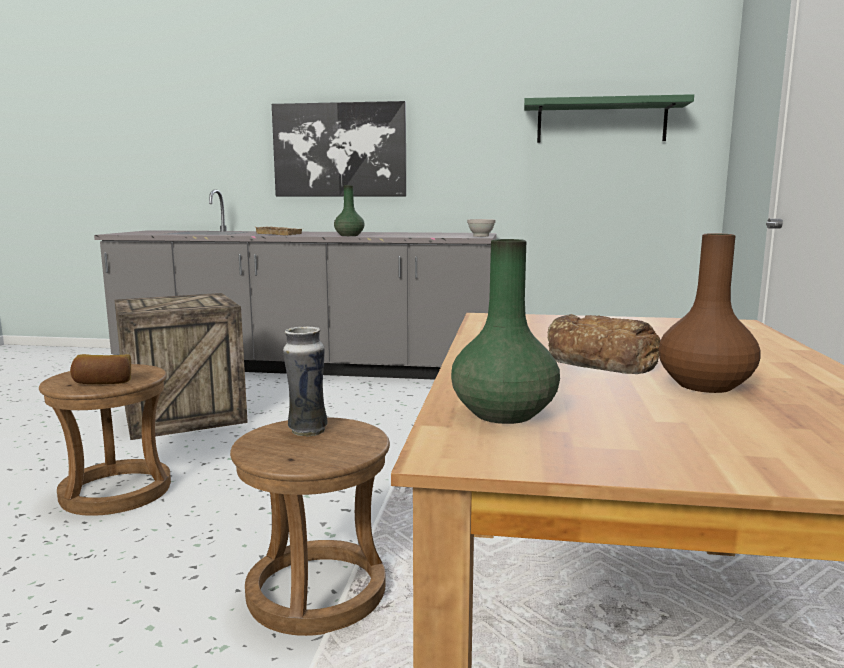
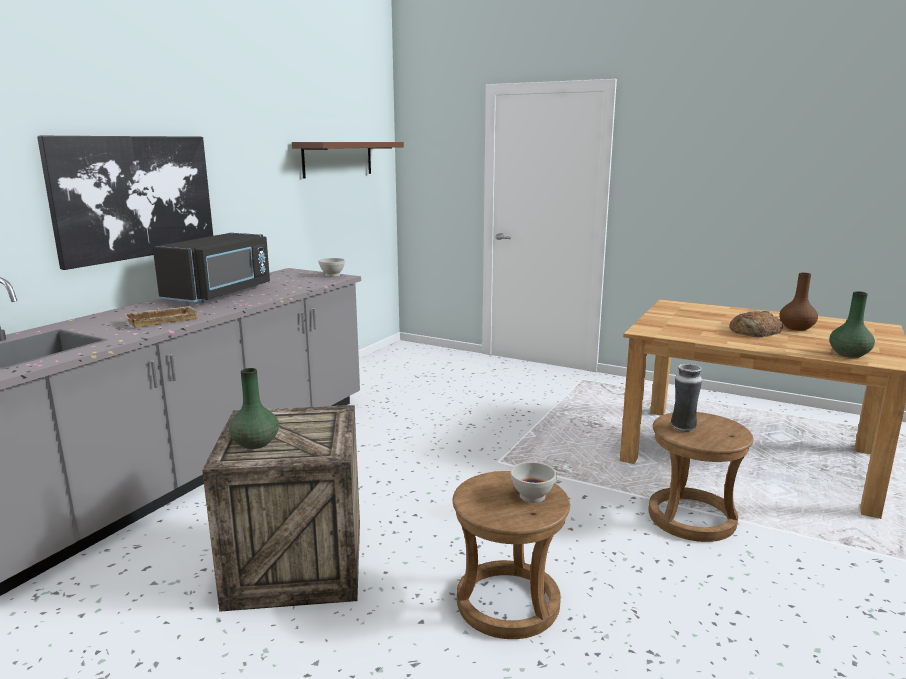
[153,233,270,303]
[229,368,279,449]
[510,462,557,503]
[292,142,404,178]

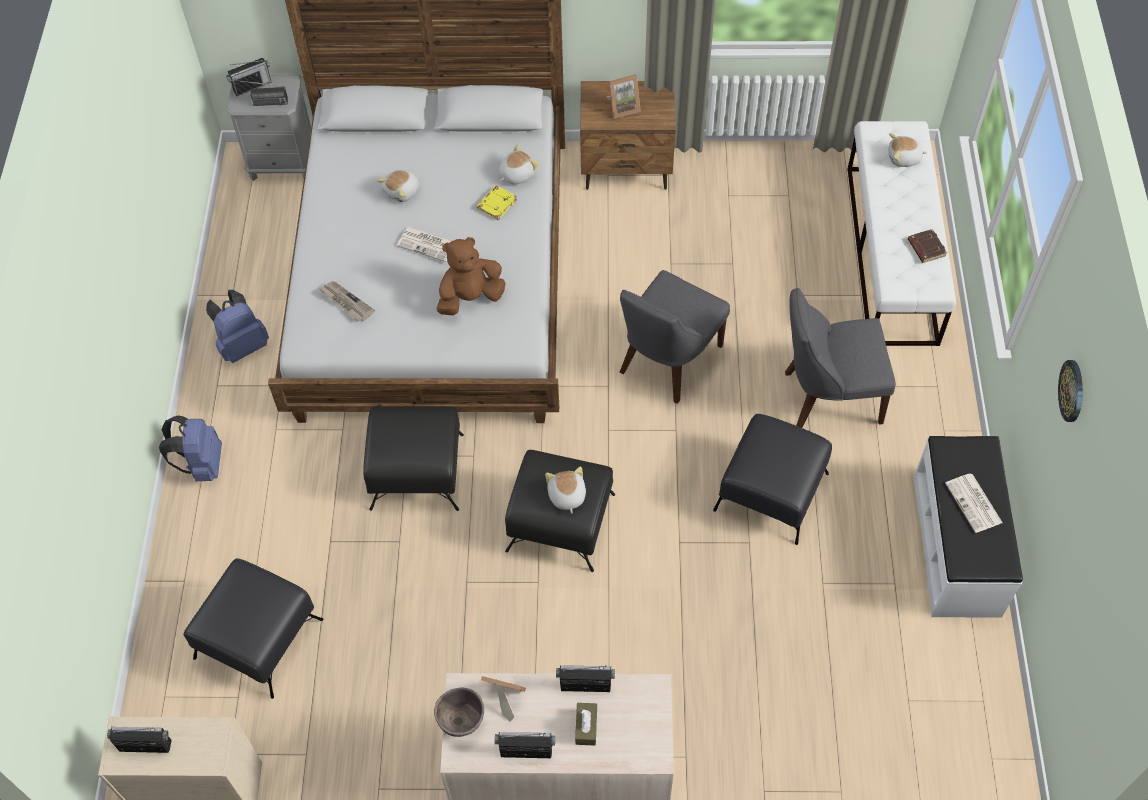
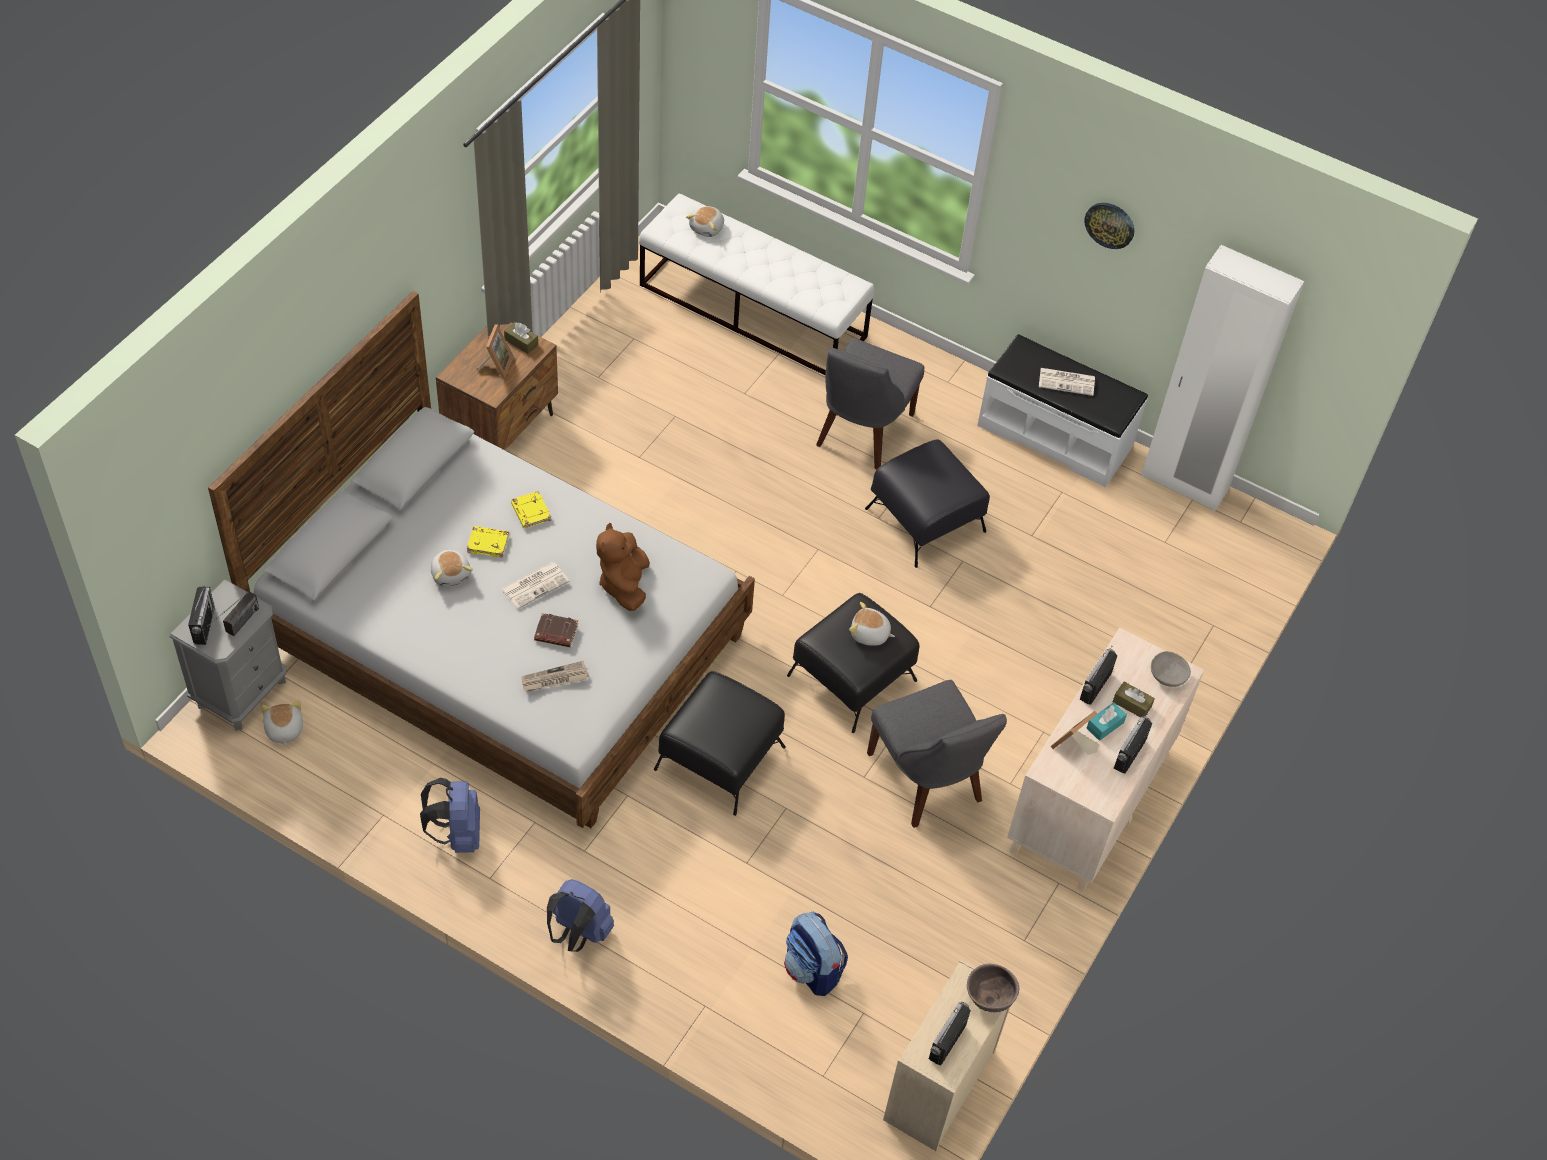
[467,526,509,558]
[504,322,538,354]
[1086,702,1127,741]
[1141,245,1304,511]
[1151,651,1191,687]
[967,964,1019,1013]
[261,700,303,747]
[867,680,1007,828]
[534,613,578,647]
[784,912,848,996]

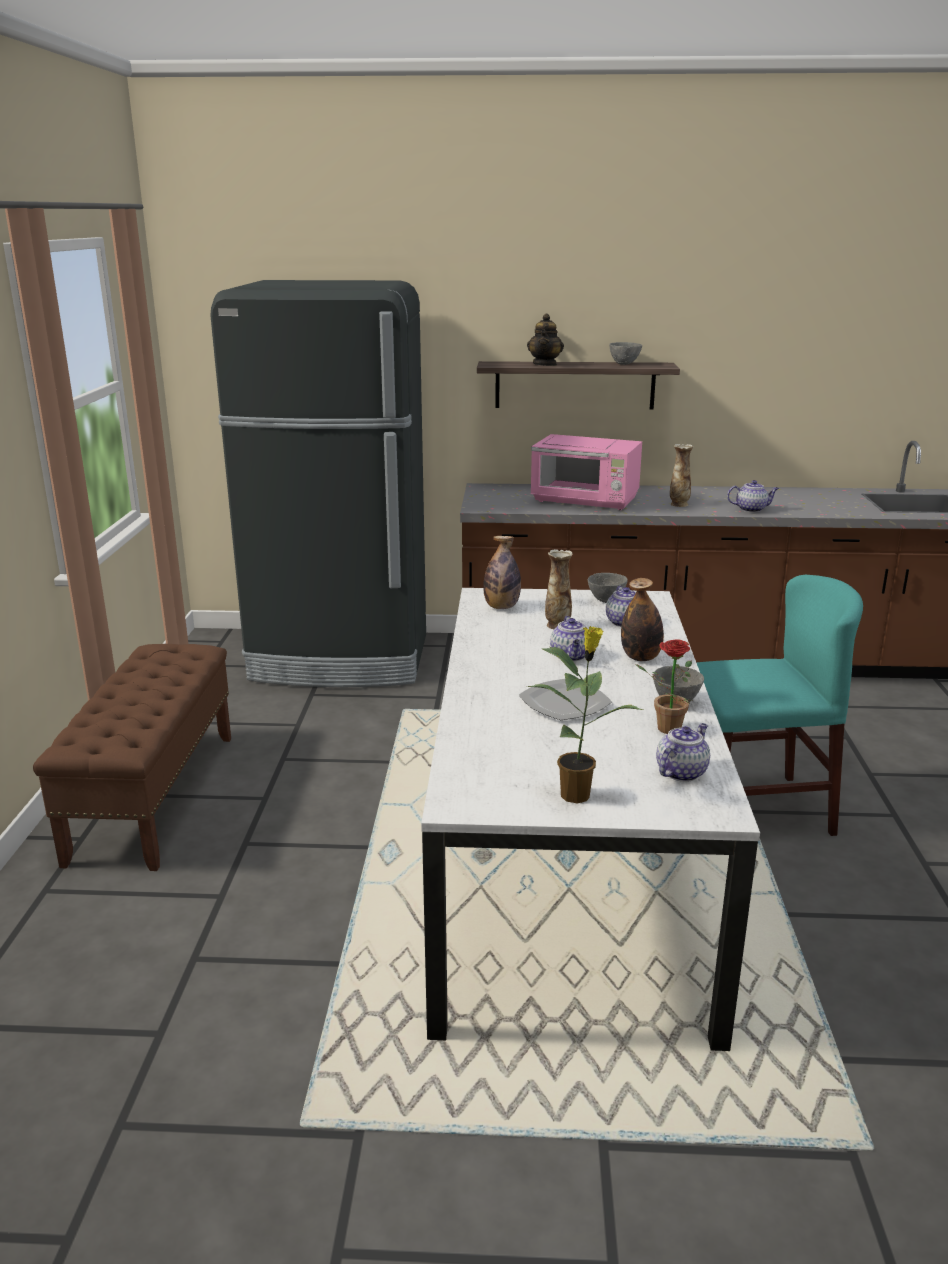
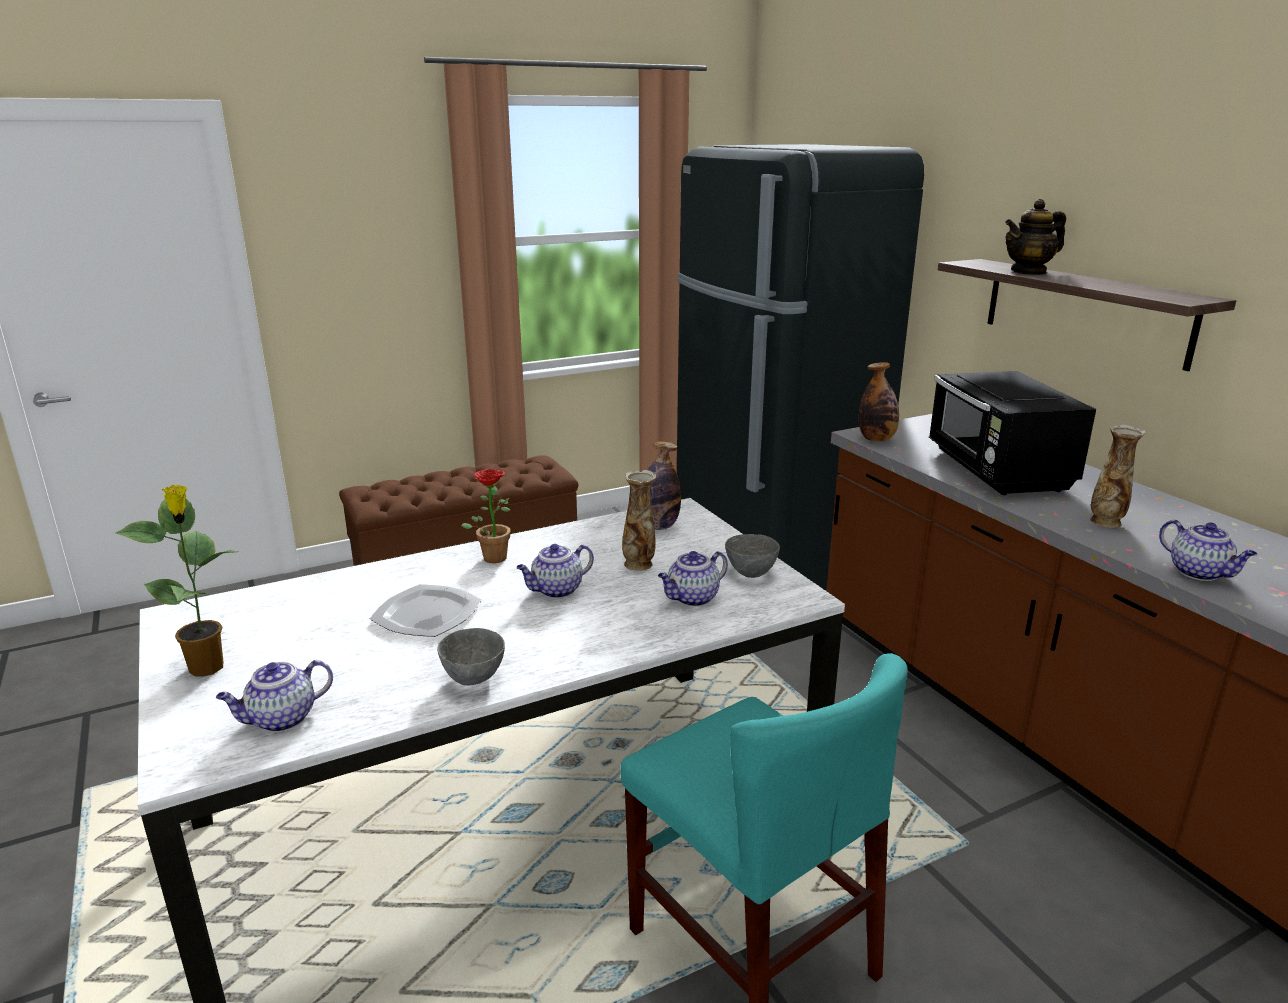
[609,342,642,365] (first image)
[859,362,899,442]
[461,469,511,563]
[929,371,1096,495]
[216,660,333,732]

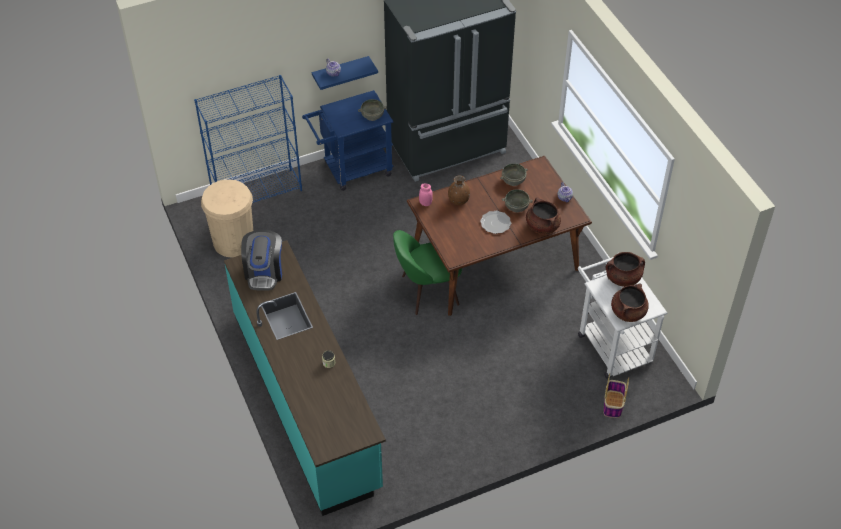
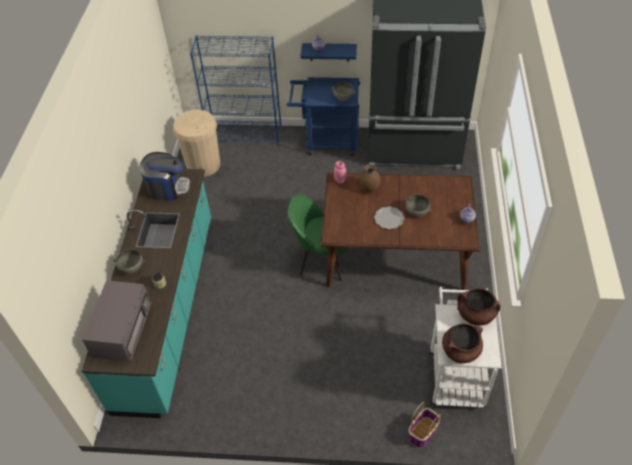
[526,198,561,234] (first image)
[82,280,151,362]
[113,249,145,274]
[139,152,191,201]

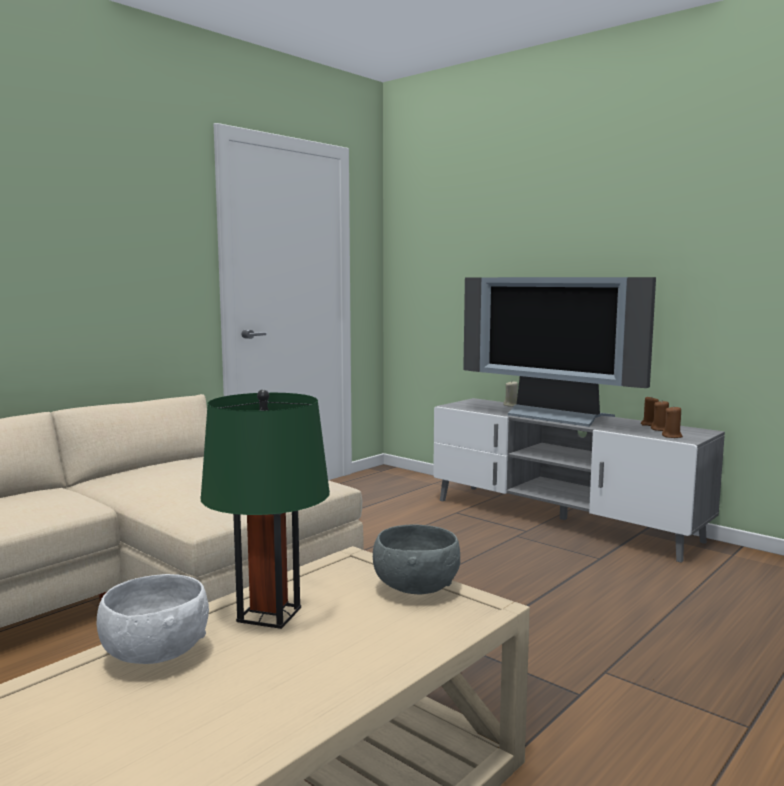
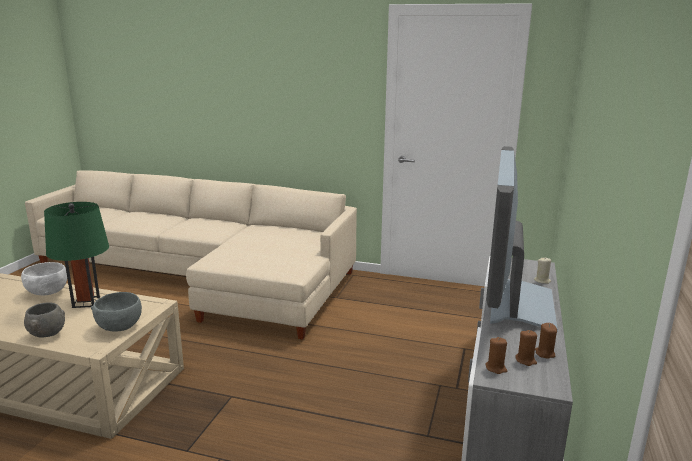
[24,302,65,338]

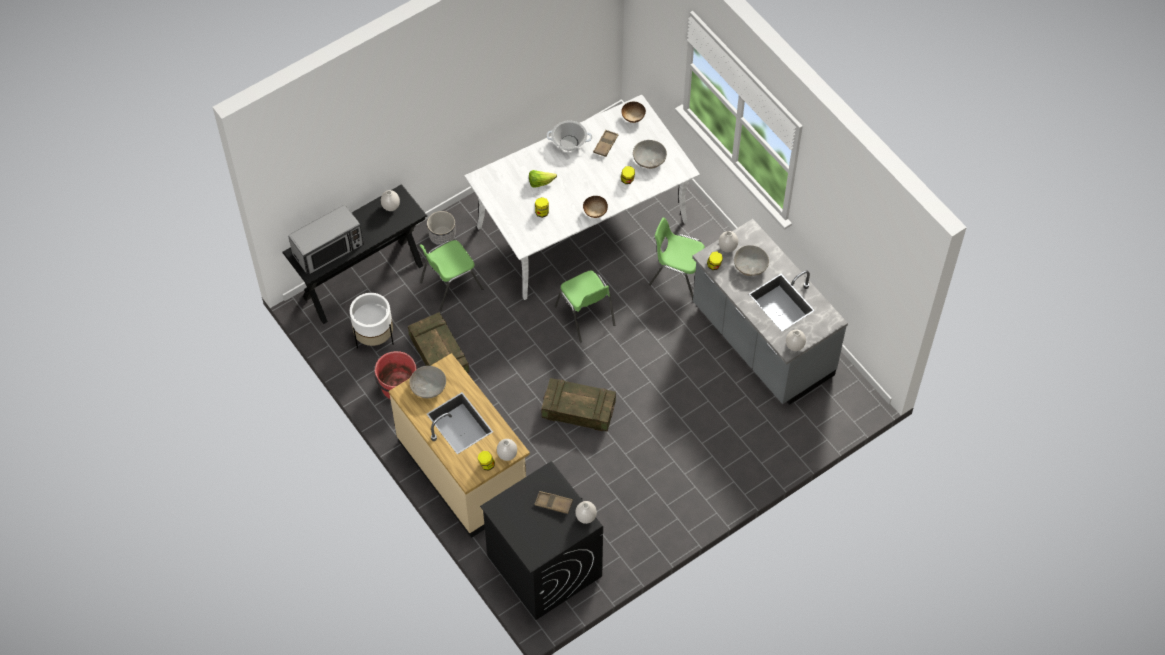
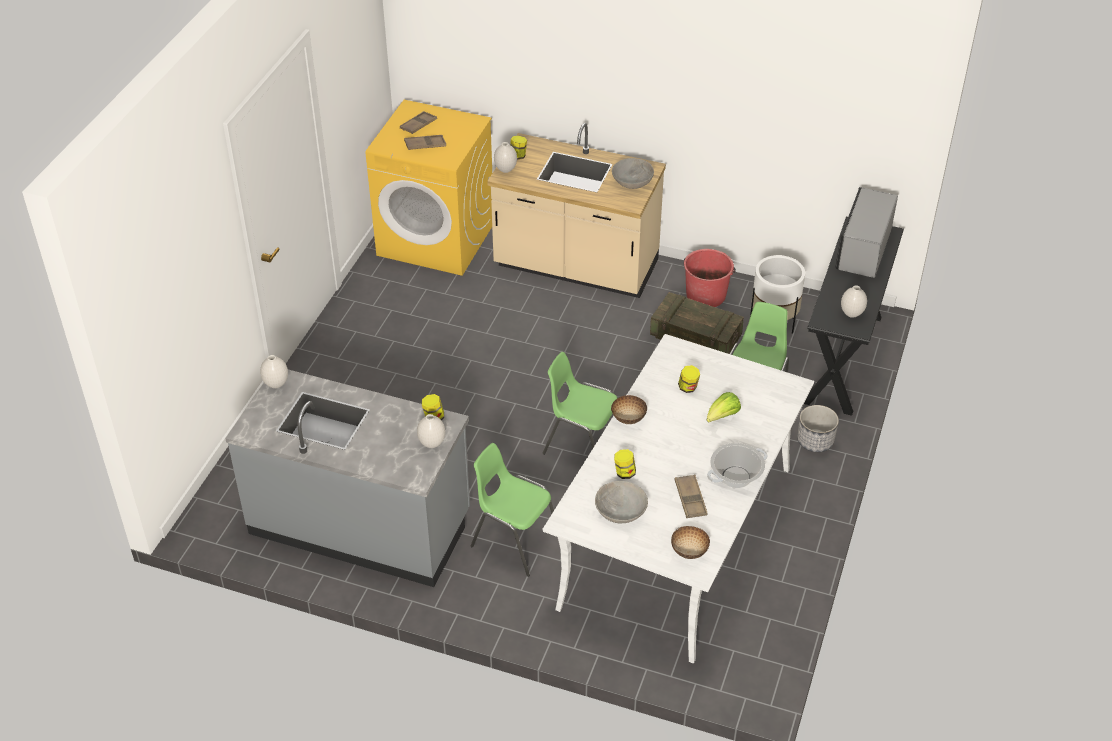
[541,378,616,432] (first image)
[575,501,597,524] (first image)
[734,245,769,276] (first image)
[400,111,437,134]
[365,100,492,276]
[471,443,554,577]

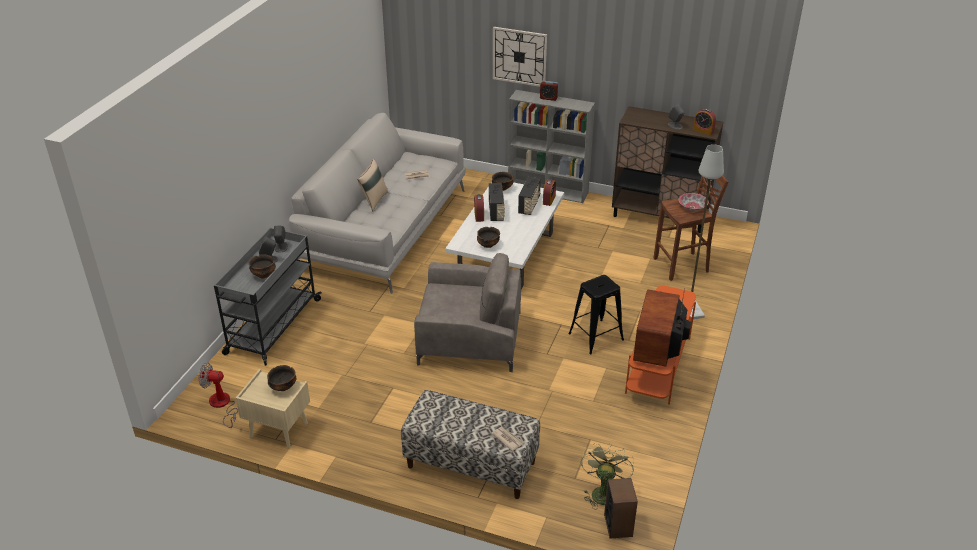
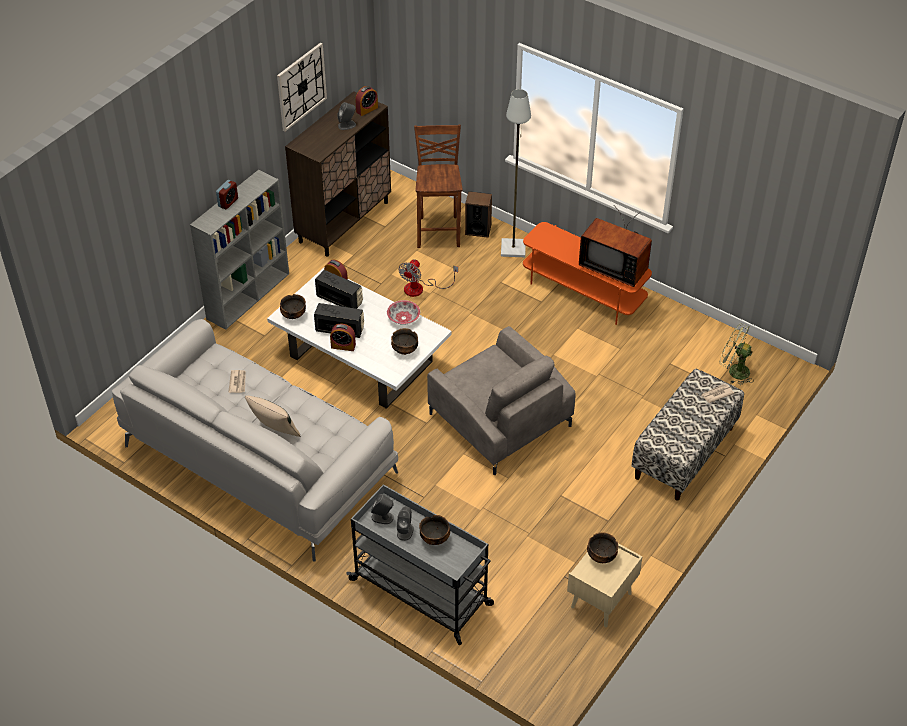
[568,275,624,354] (first image)
[398,259,458,297]
[277,42,327,132]
[465,191,492,238]
[387,300,420,325]
[427,326,576,475]

